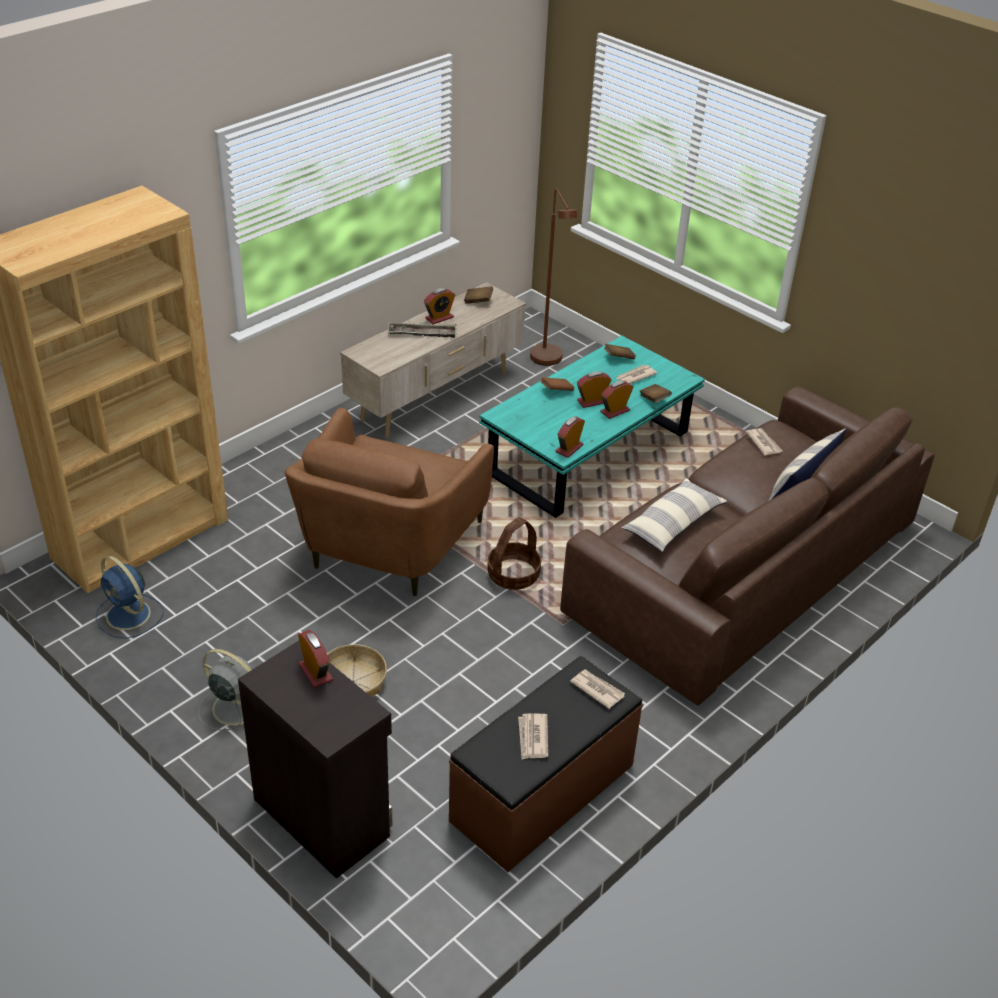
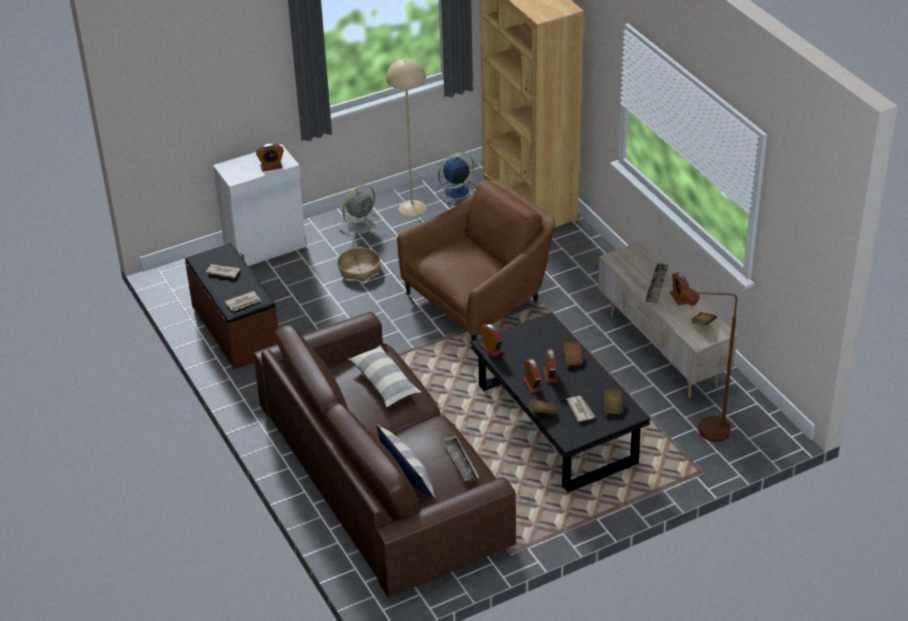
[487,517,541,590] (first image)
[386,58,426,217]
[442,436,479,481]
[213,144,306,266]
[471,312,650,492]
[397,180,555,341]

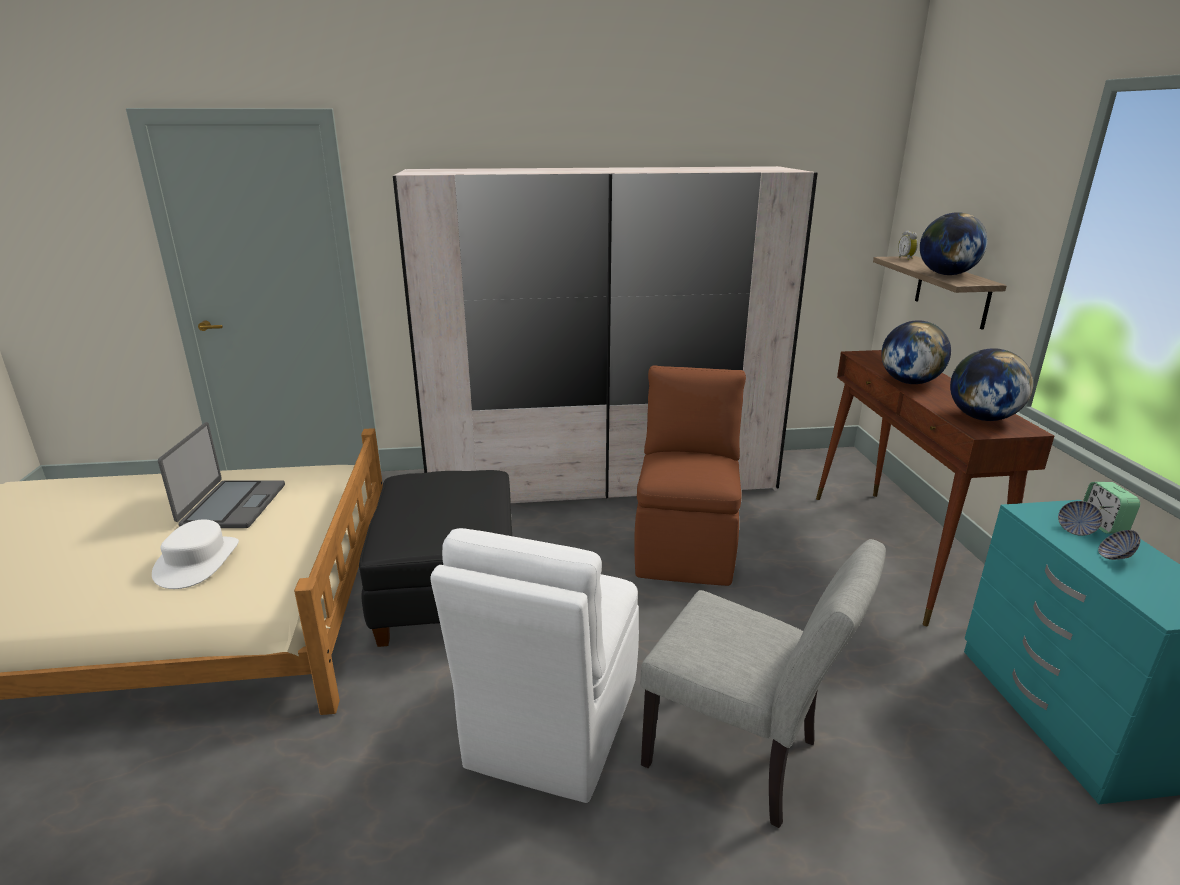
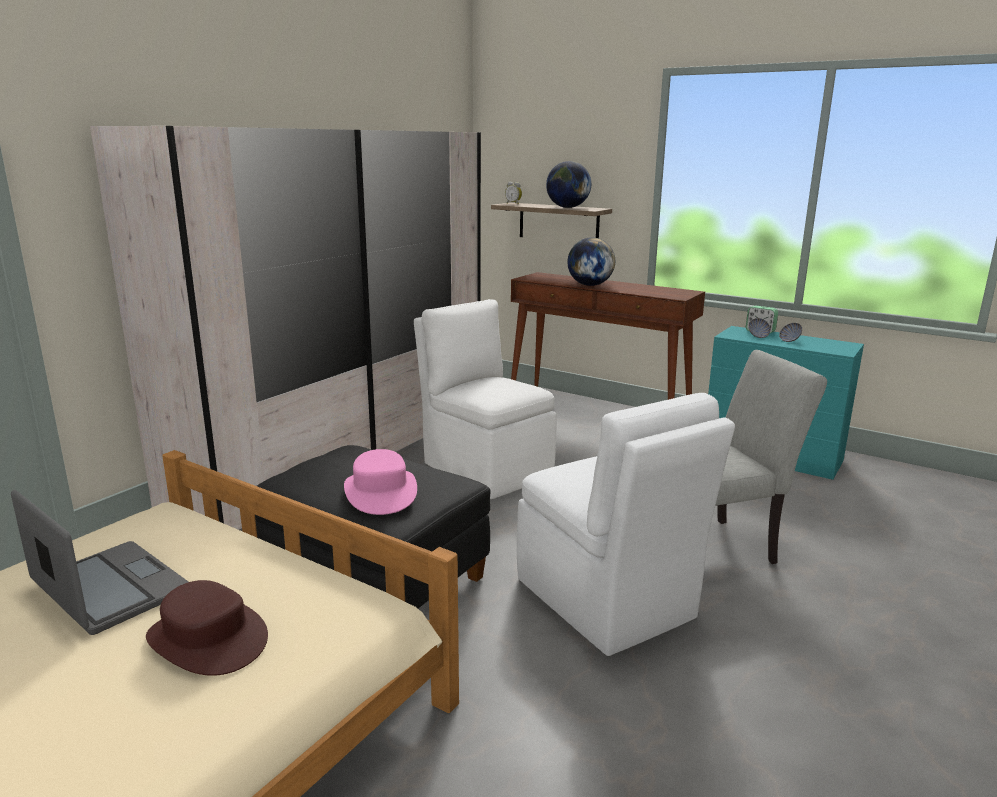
[950,348,1033,421] (first image)
[344,449,417,515]
[146,580,268,676]
[414,299,557,499]

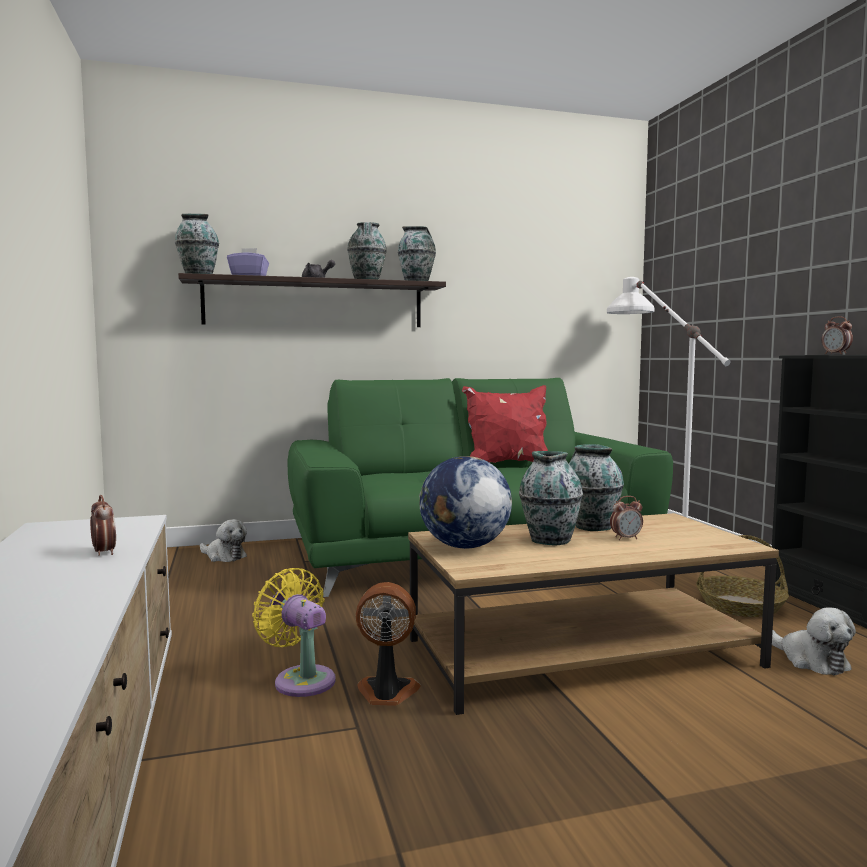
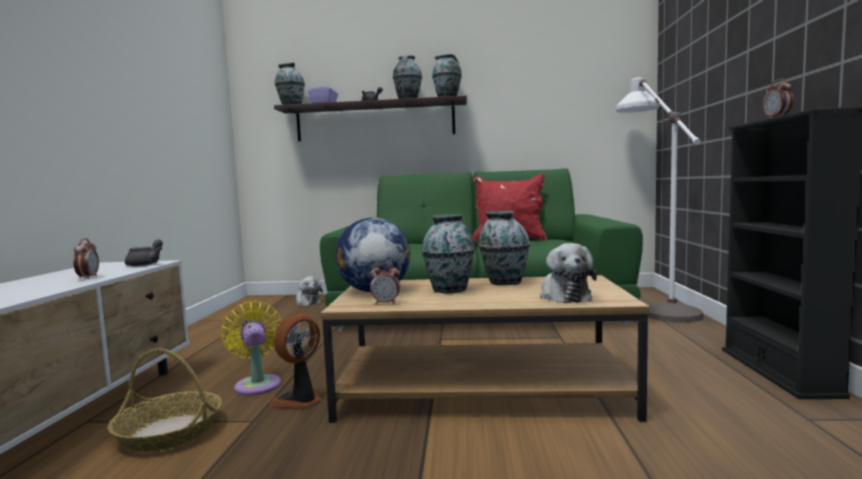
[125,239,163,266]
[370,263,400,304]
[107,348,222,452]
[540,243,597,303]
[270,313,321,408]

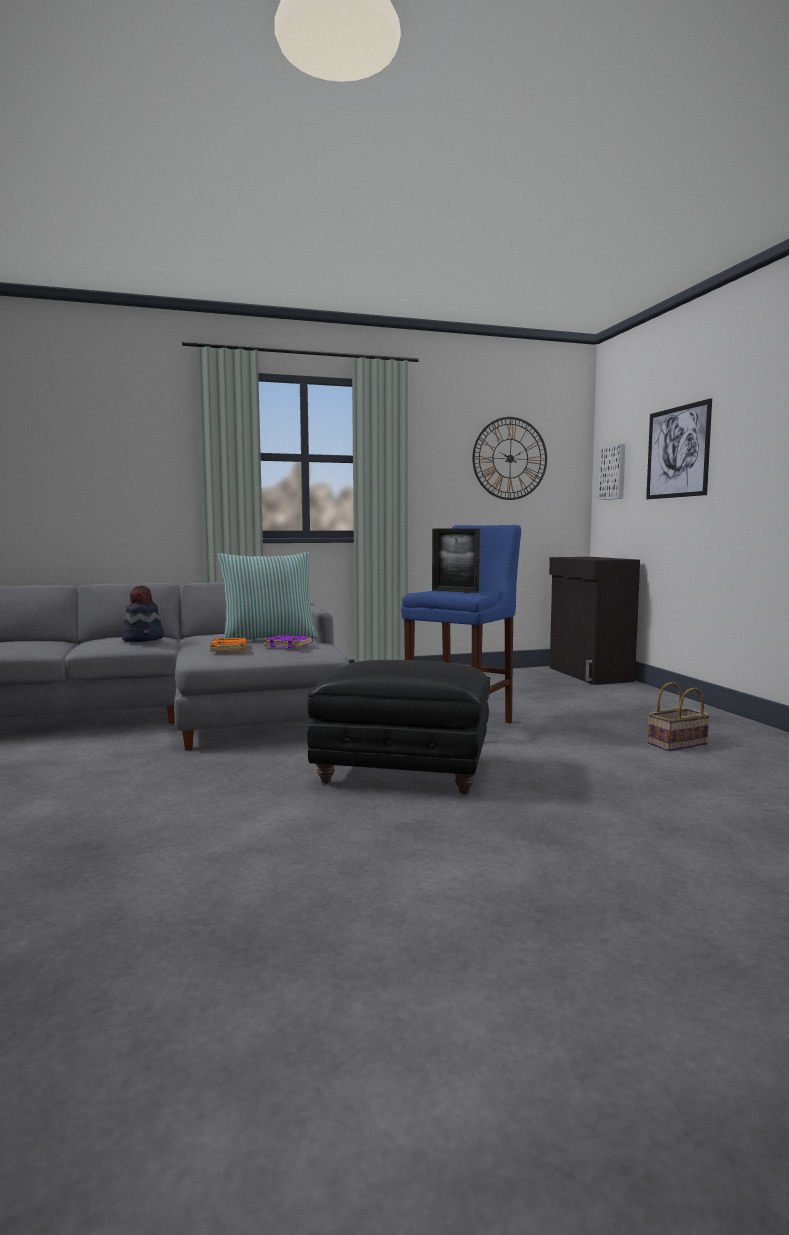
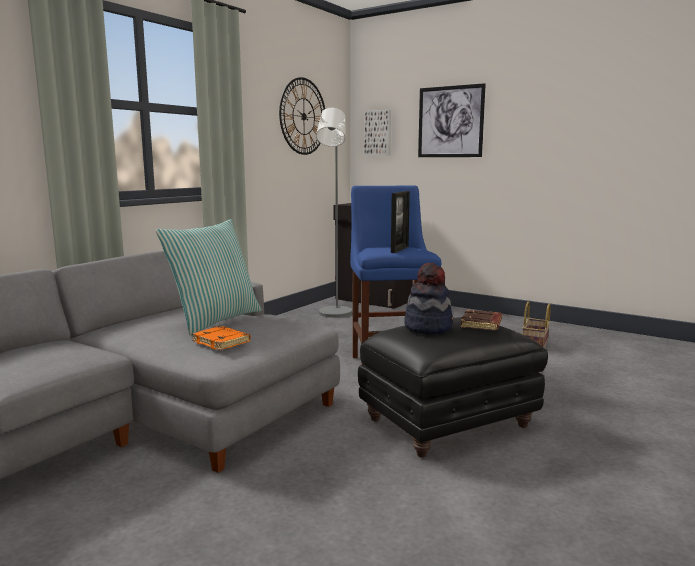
[264,635,313,648] (first image)
[316,108,352,318]
[460,310,502,331]
[404,263,453,334]
[391,191,410,253]

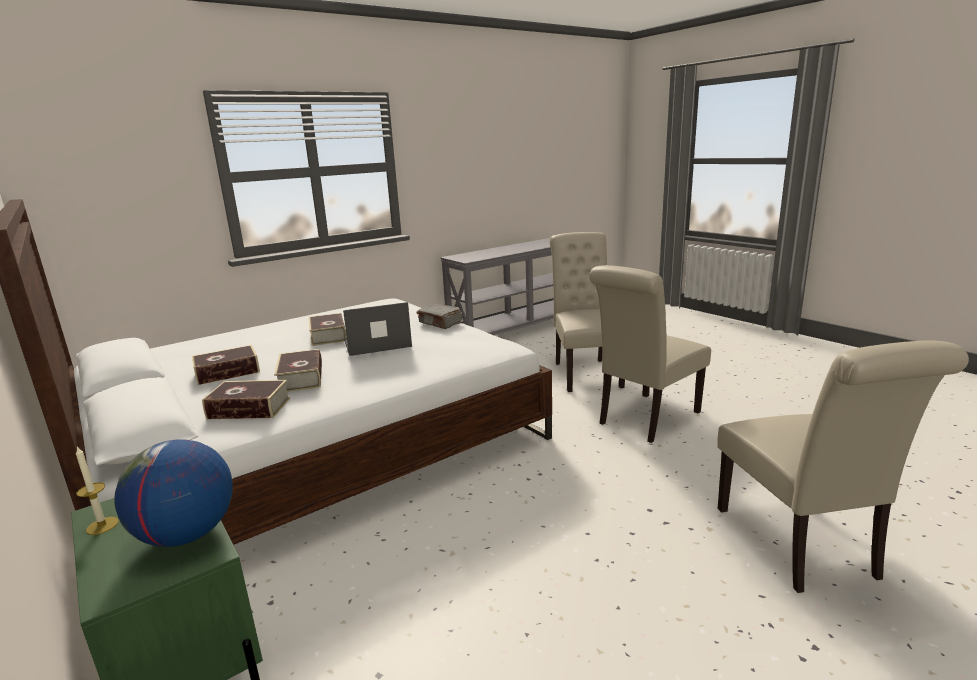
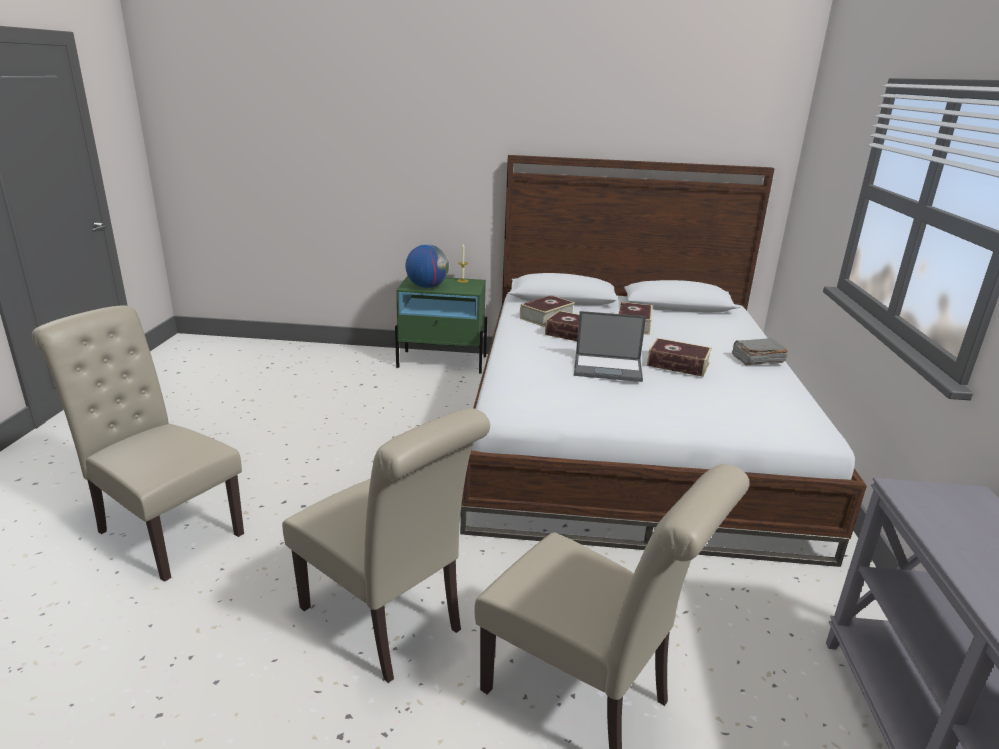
[732,338,788,366]
[574,311,646,382]
[282,408,490,683]

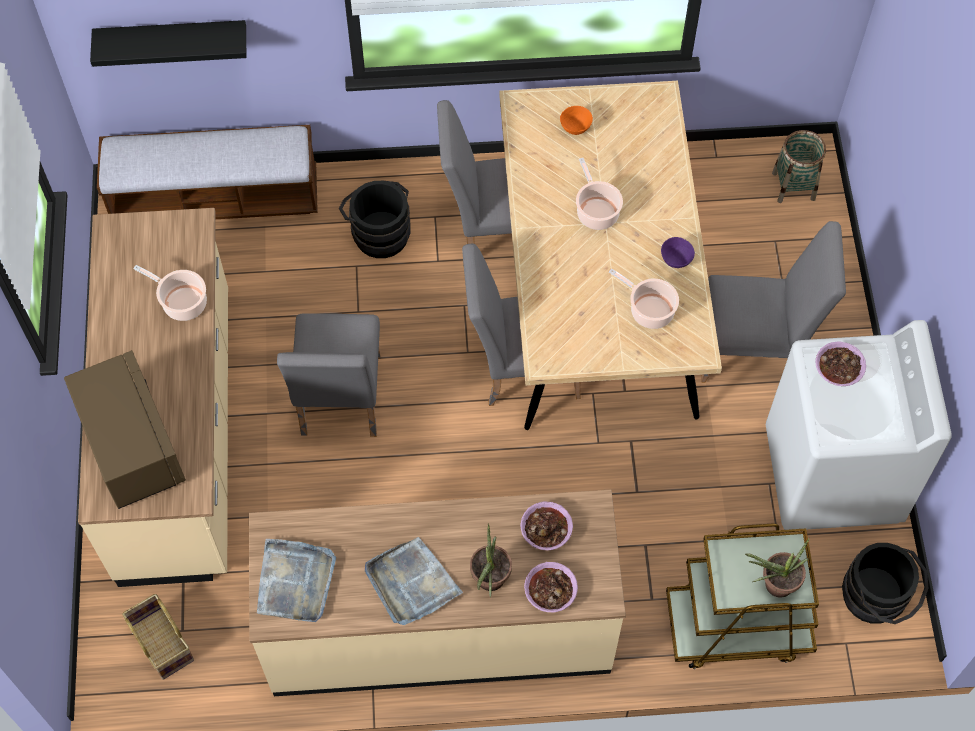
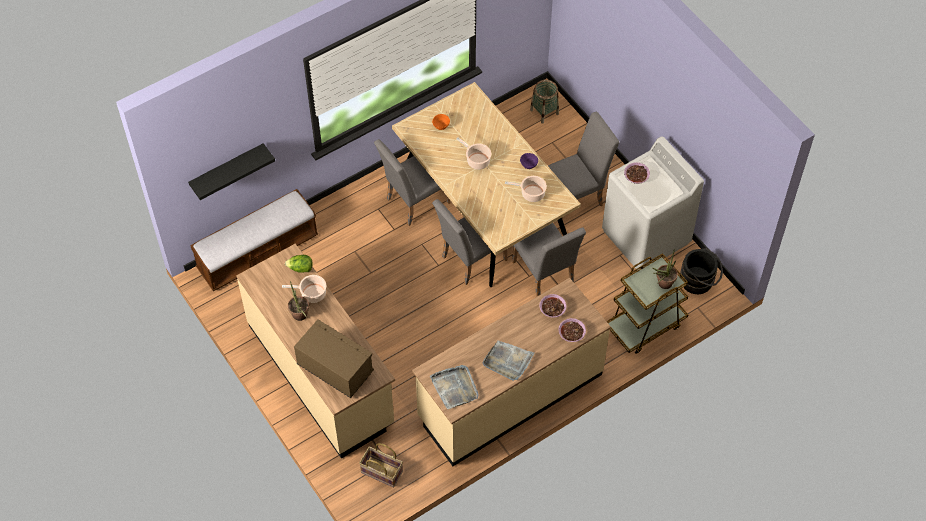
[339,181,411,258] (first image)
[285,255,313,273]
[512,223,586,297]
[288,281,309,321]

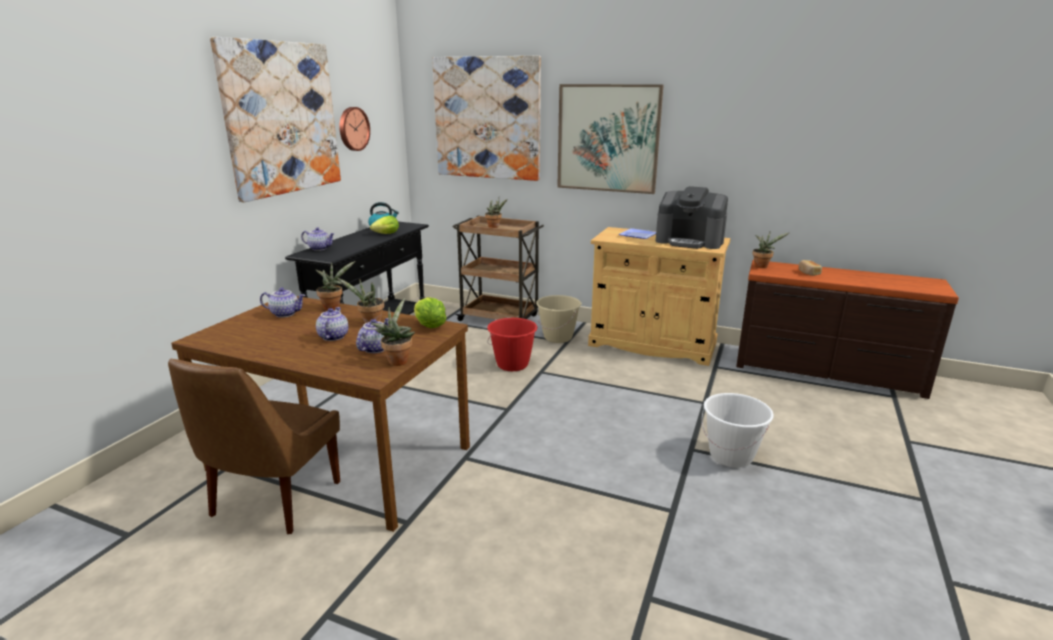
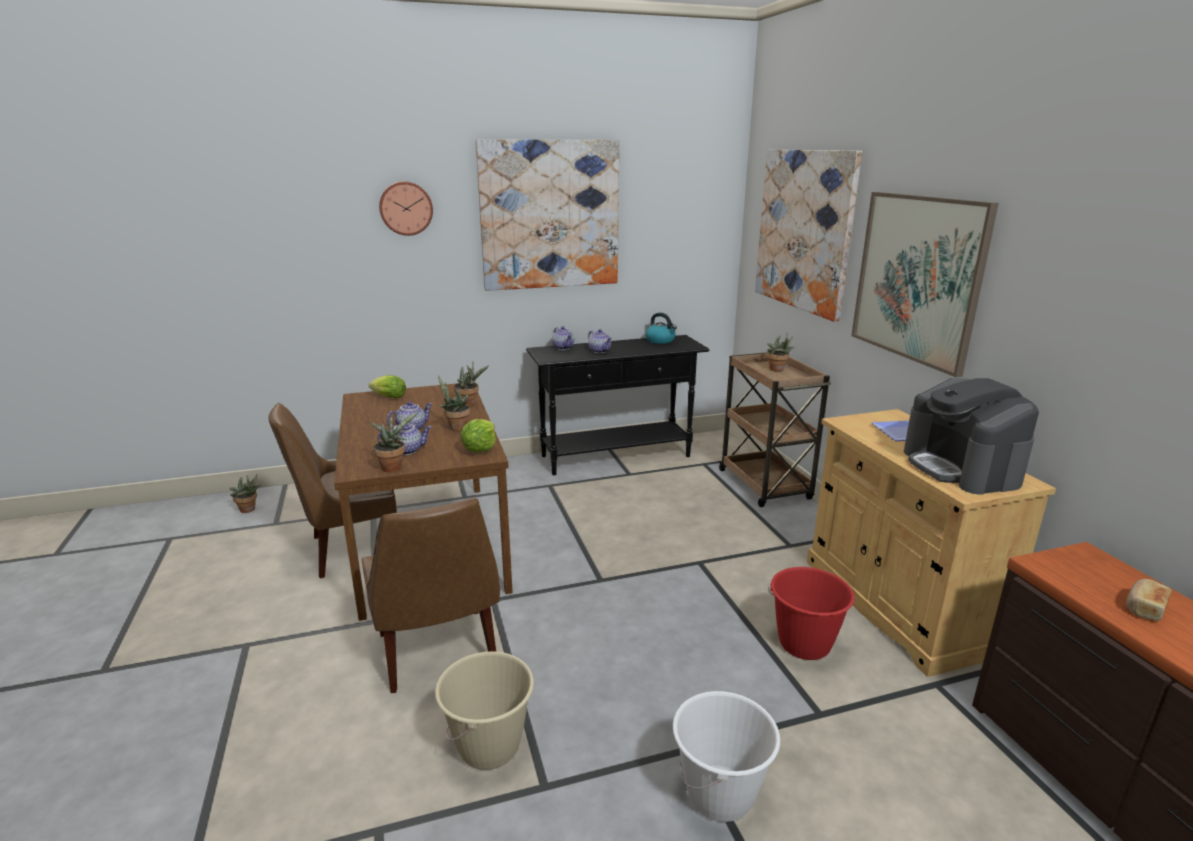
[361,498,500,693]
[588,329,612,353]
[379,181,433,236]
[369,375,406,398]
[768,567,855,660]
[435,651,534,770]
[230,474,260,513]

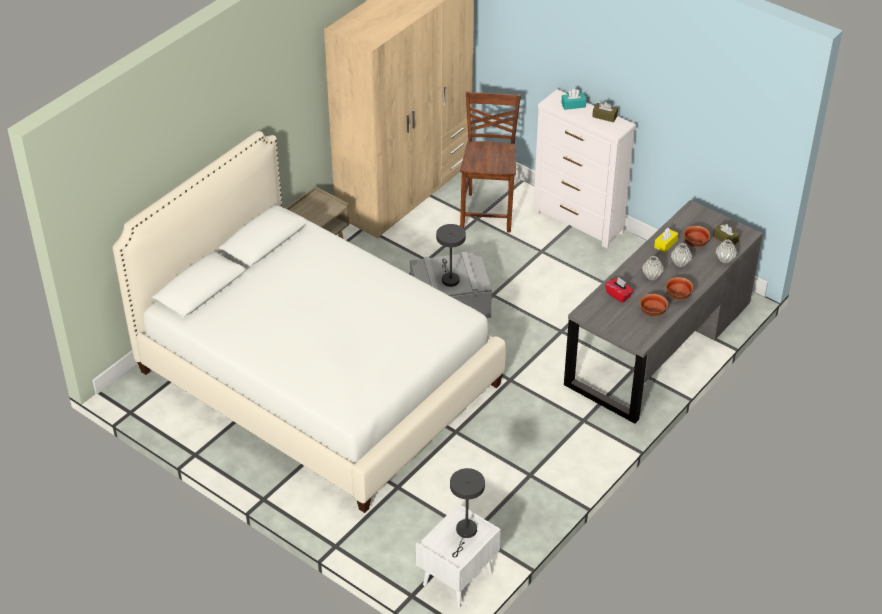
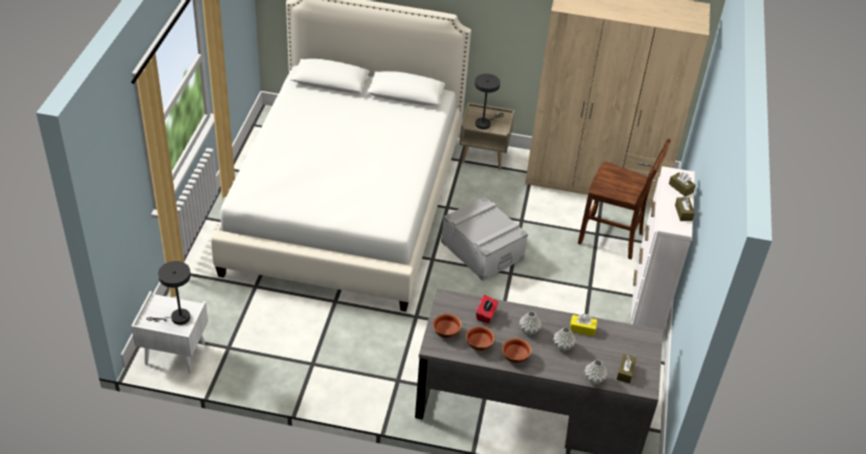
[475,74,504,129]
[433,313,462,338]
[669,172,696,197]
[578,138,671,260]

